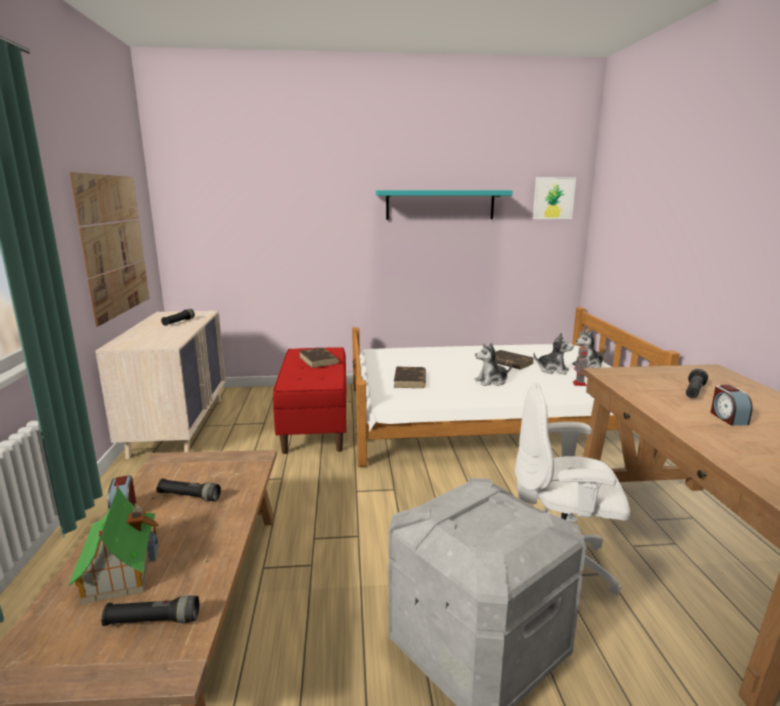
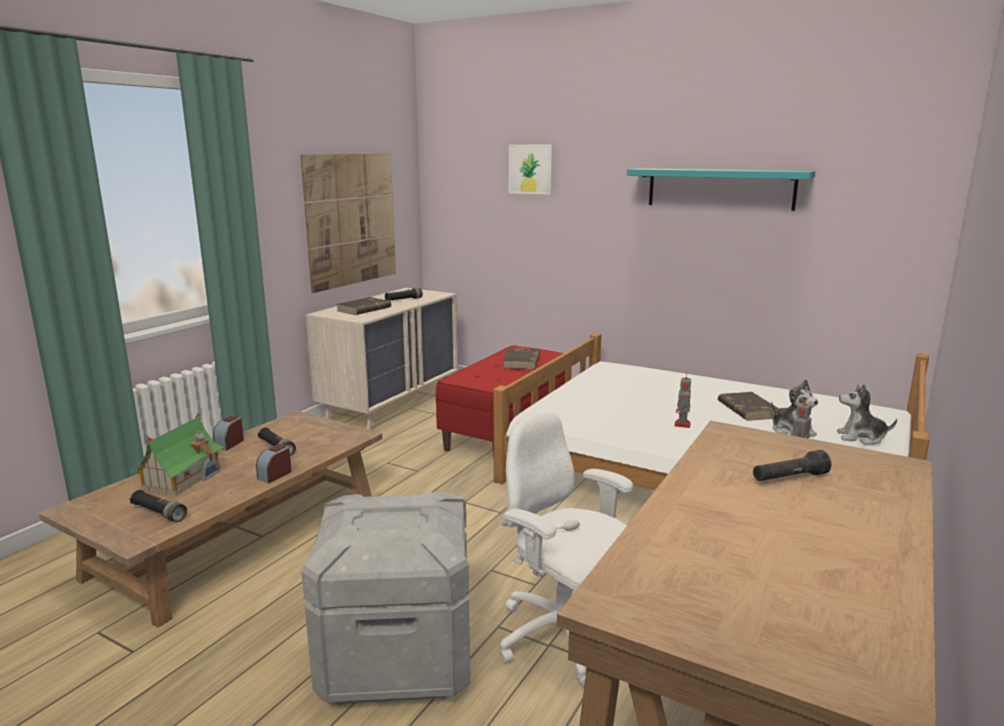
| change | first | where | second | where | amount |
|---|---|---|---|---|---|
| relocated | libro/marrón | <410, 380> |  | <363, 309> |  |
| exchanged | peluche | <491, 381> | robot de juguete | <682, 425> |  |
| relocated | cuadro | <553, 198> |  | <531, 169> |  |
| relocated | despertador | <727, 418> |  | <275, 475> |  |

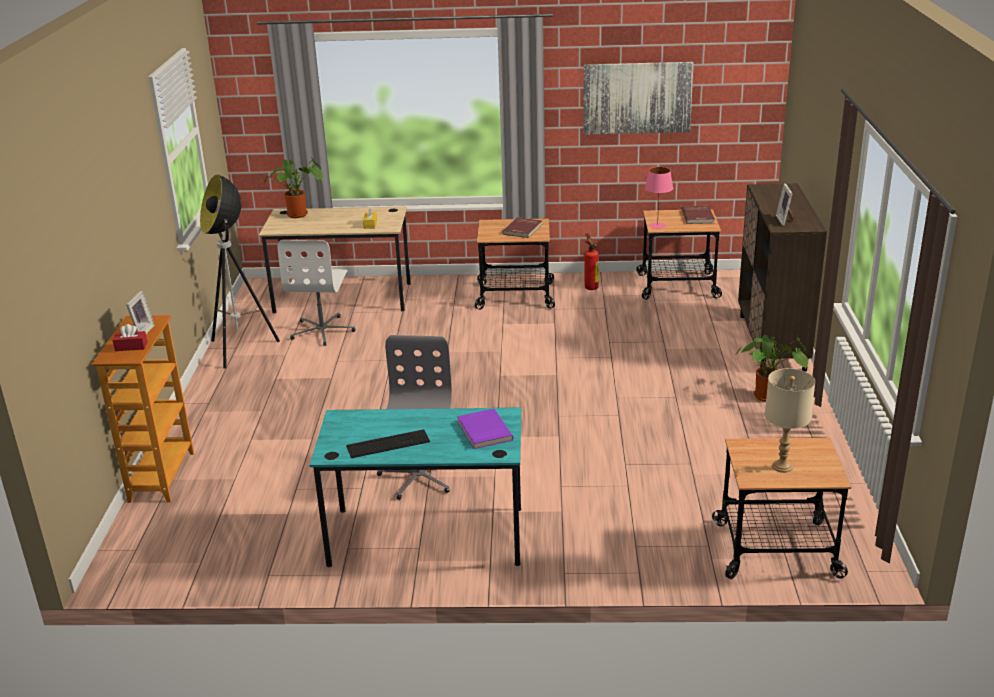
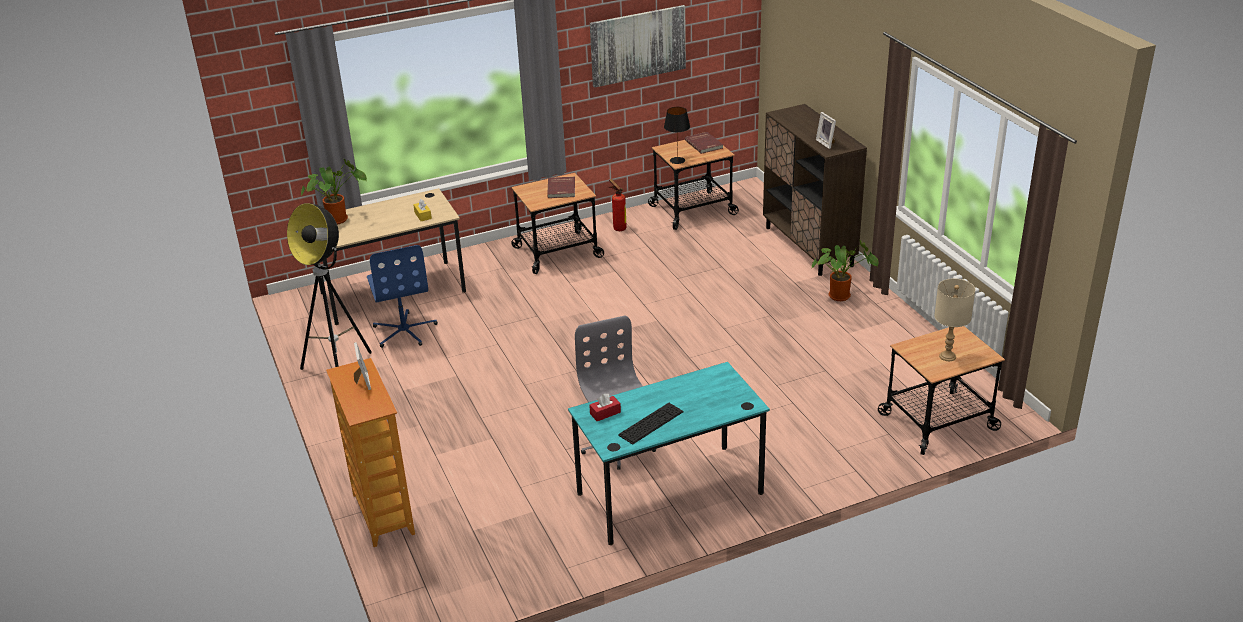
| change | first | where | second | where | amount |
|---|---|---|---|---|---|
| relocated | caja de pañuelos/rojo | <131, 346> |  | <605, 413> |  |
| colour | silla de oficina/blanco | <323, 331> | silla de oficina/azul | <404, 331> |  |
| missing | libro/morado | <483, 431> |  |  |  |
| colour | lámpara de mesa/rosa | <657, 225> | lámpara de mesa/negro | <677, 160> |  |

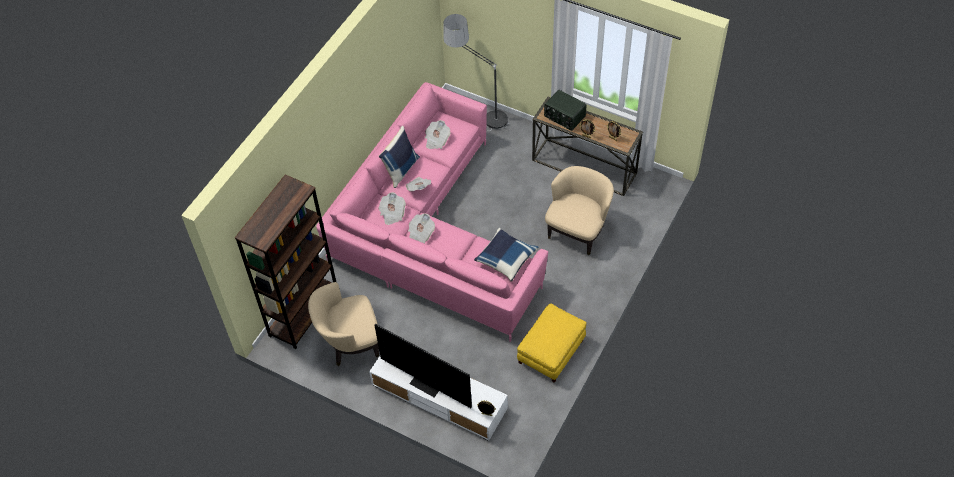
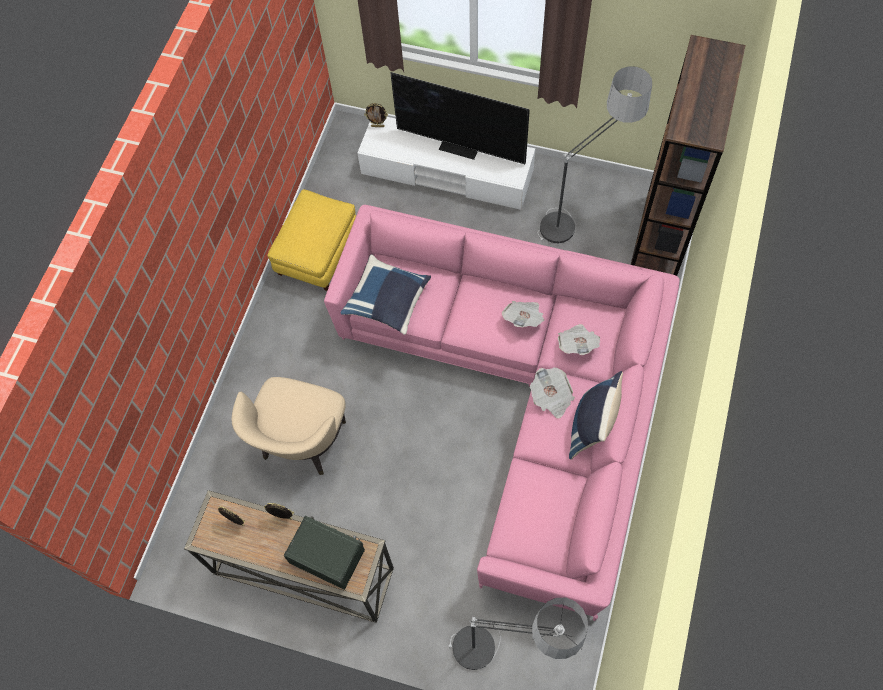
| change | first | where | second | where | amount |
|---|---|---|---|---|---|
| exchanged | sillón/beis | <350, 343> | lámpara de pie | <580, 215> |  |
| missing | periódico | <436, 140> |  |  |  |

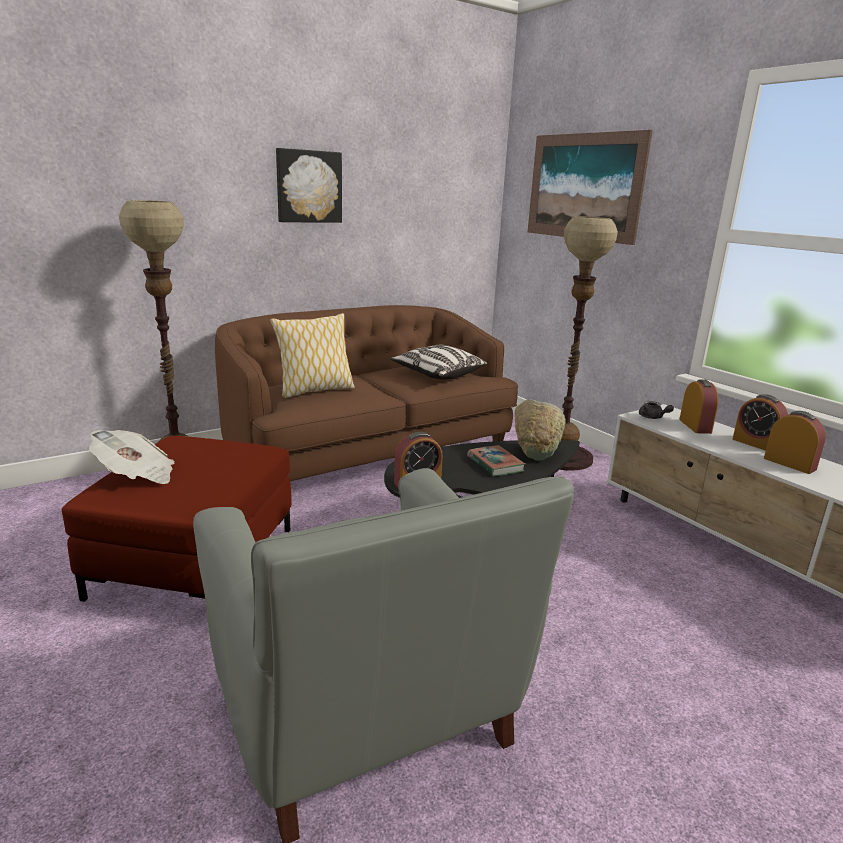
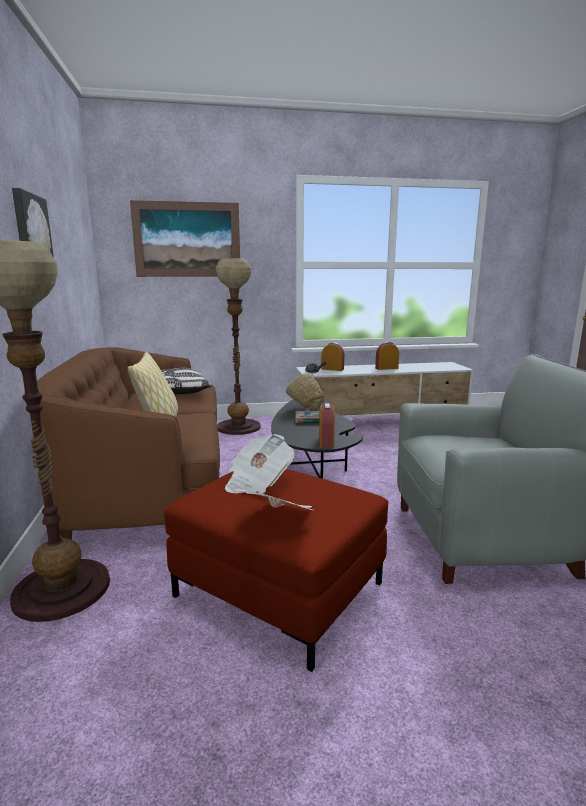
| change | first | where | second | where | amount |
|---|---|---|---|---|---|
| missing | despertador | <756, 444> |  |  |  |
| appeared |  |  | periódico | <257, 482> |  |

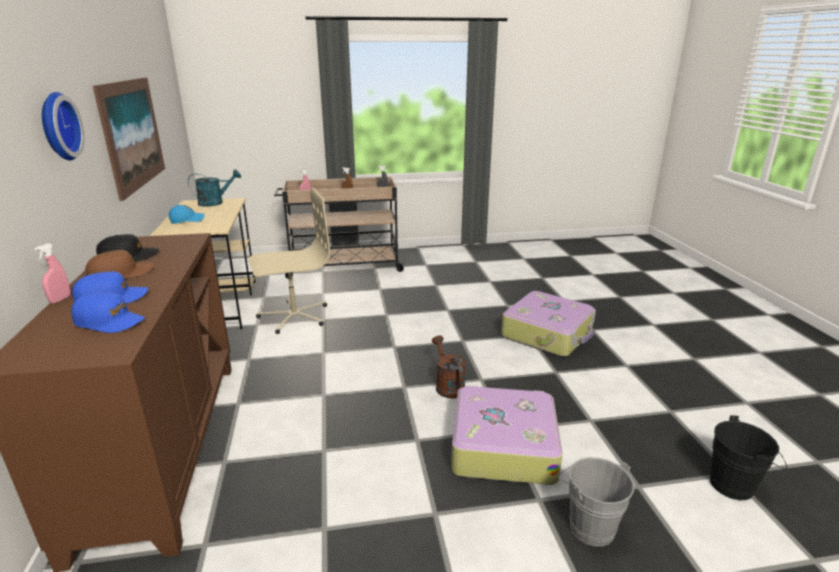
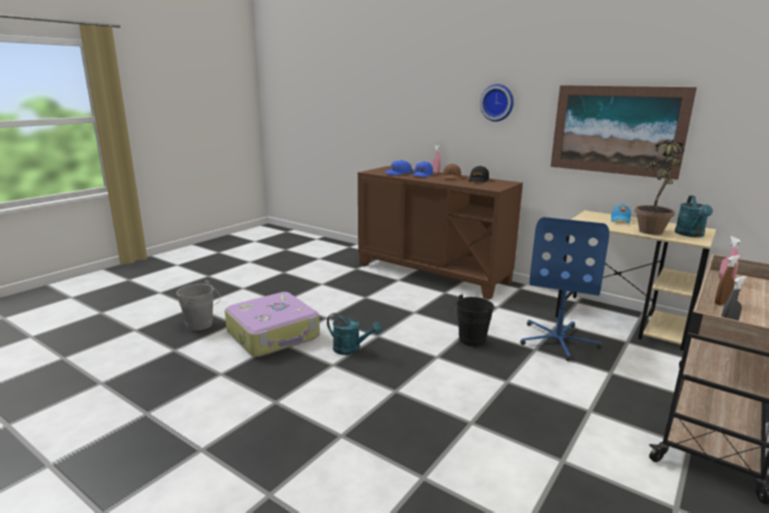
| change | first | where | second | where | amount |
|---|---|---|---|---|---|
| colour | silla de oficina/beis | <294, 316> | silla de oficina/azul | <558, 340> |  |
| colour | regadera/marrón | <447, 385> | regadera/turquesa | <351, 349> |  |
| missing | maleta | <548, 333> |  |  |  |
| relocated | cubo/negro | <736, 485> |  | <470, 341> |  |
| appeared |  |  | planta en maceta | <652, 230> |  |

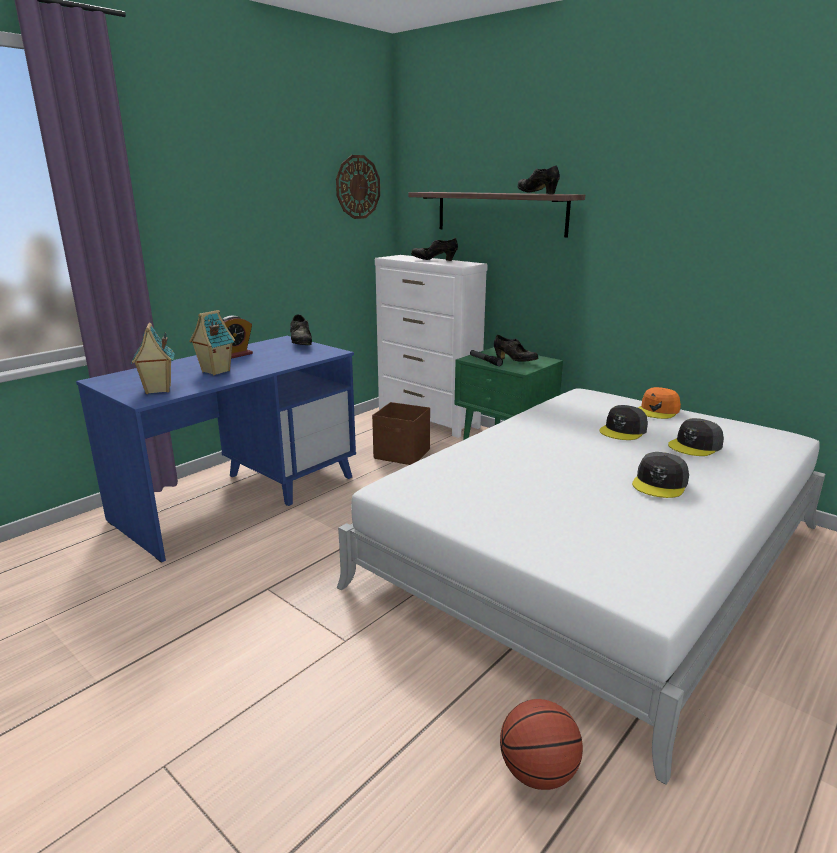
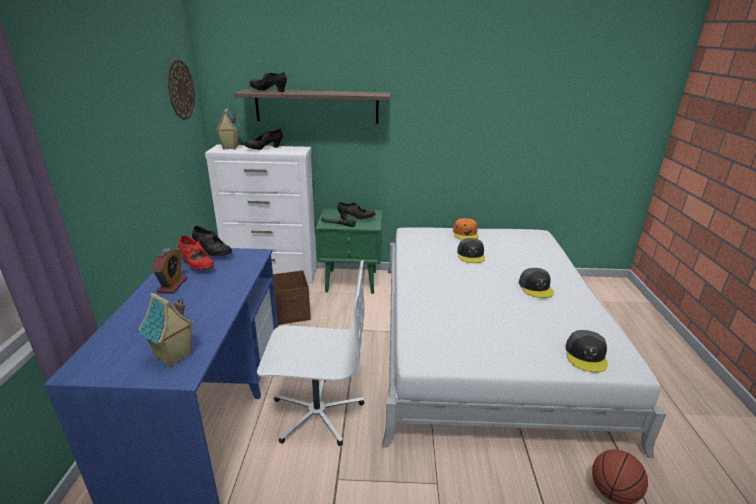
| change | first | where | second | where | amount |
|---|---|---|---|---|---|
| relocated | casita | <215, 371> |  | <230, 148> |  |
| relocated | zapato/negro | <537, 193> |  | <269, 91> |  |
| relocated | gorra/gris | <695, 445> |  | <586, 355> |  |
| appeared |  |  | zapato/rojo | <197, 266> |  |
| appeared |  |  | silla de oficina/blanco | <316, 412> |  |

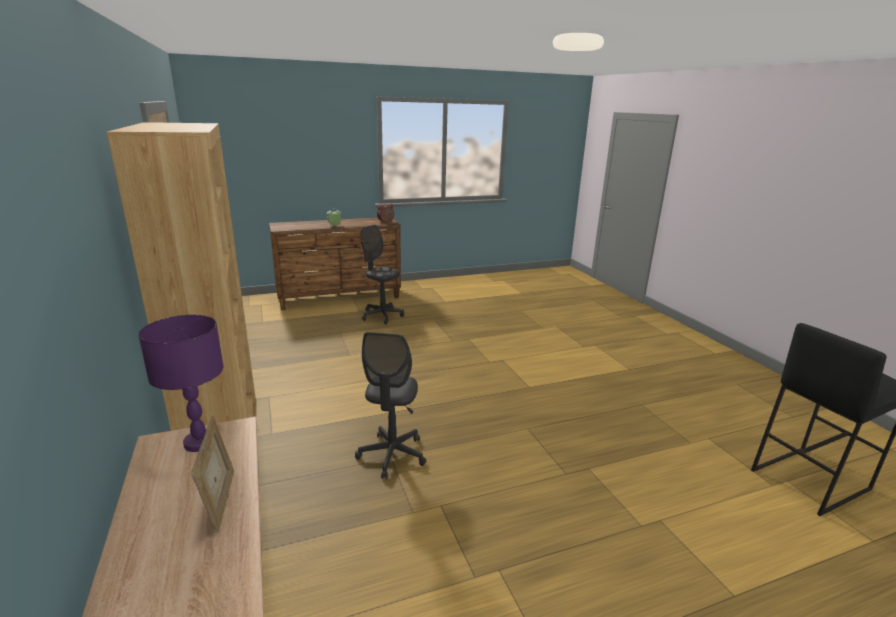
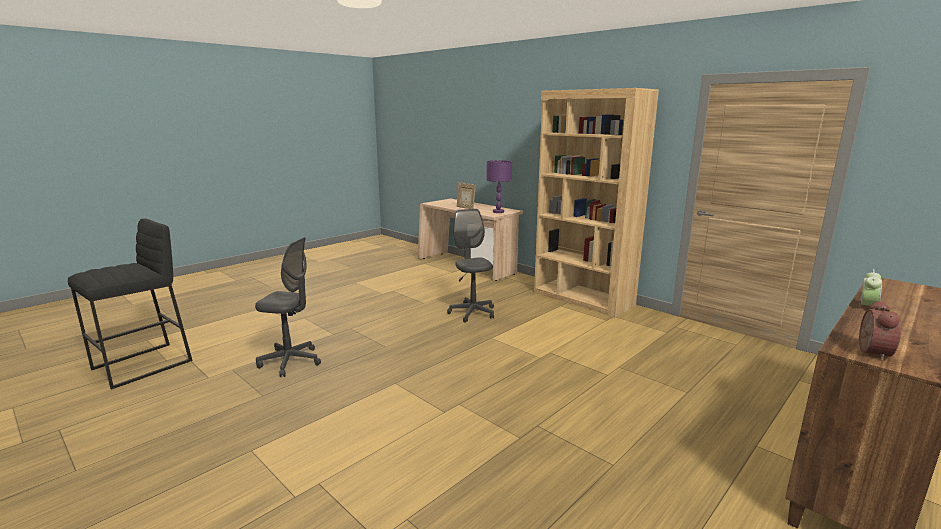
| change | first | where | second | where | amount |
|---|---|---|---|---|---|
| relocated | silla de oficina/gris | <382, 315> |  | <290, 362> |  |

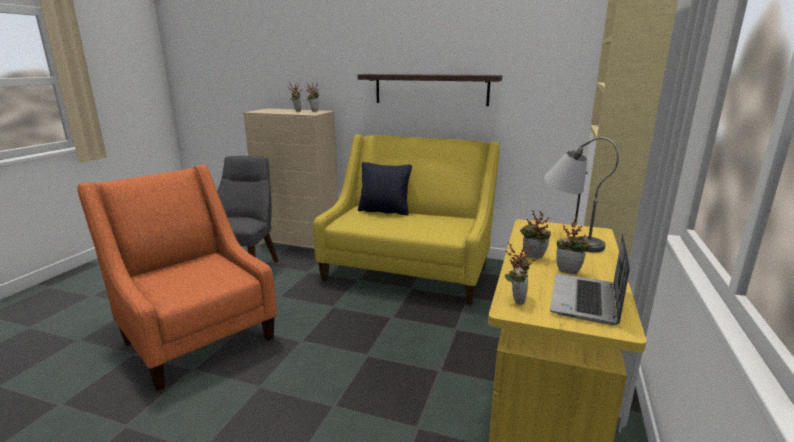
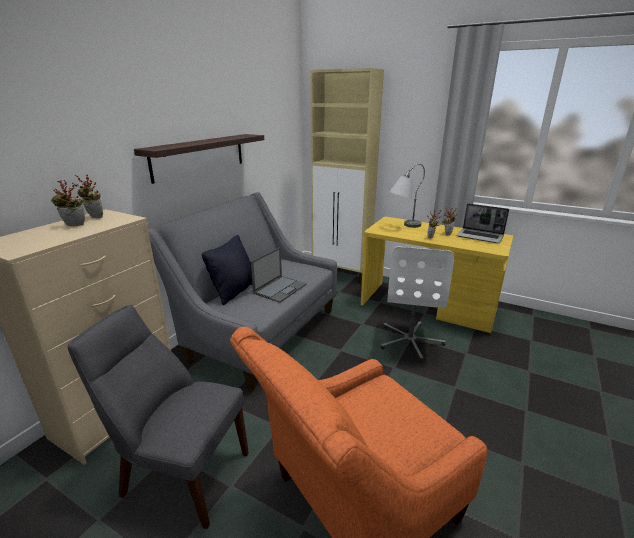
| change | first | where | second | where | amount |
|---|---|---|---|---|---|
| colour | sofá/amarillo | <408, 270> | sofá/gris | <258, 332> |  |
| missing | planta en maceta | <516, 299> |  |  |  |
| appeared |  |  | portátil | <280, 288> |  |
| appeared |  |  | silla de oficina/blanco | <410, 341> |  |

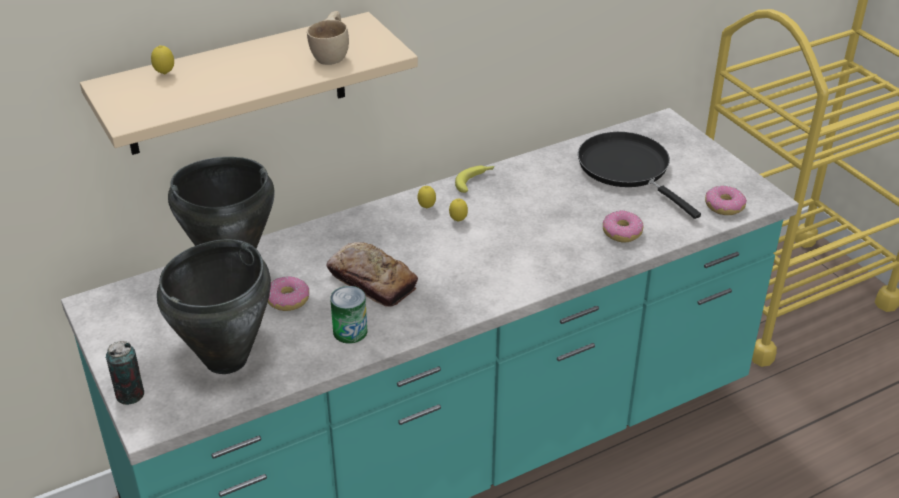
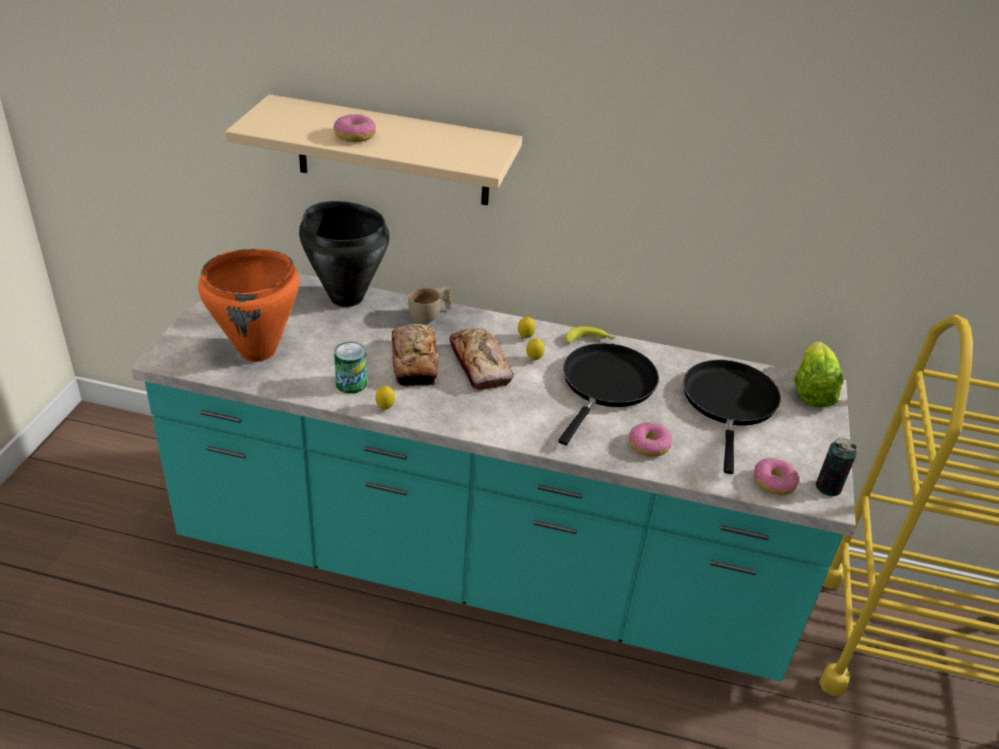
| change | first | where | second | where | amount |
|---|---|---|---|---|---|
| relocated | lata | <130, 395> |  | <828, 487> |  |
| relocated | limón | <165, 74> |  | <385, 408> |  |
| colour | olla/negro | <227, 359> | olla/naranja | <258, 351> |  |
| relocated | rosquilla | <288, 300> |  | <355, 136> |  |
| relocated | taza/beis | <333, 54> |  | <430, 315> |  |
| appeared |  |  | pan | <480, 366> |  |
| appeared |  |  | sartén/negro | <606, 385> |  |
| appeared |  |  | lechuga | <812, 390> |  |

